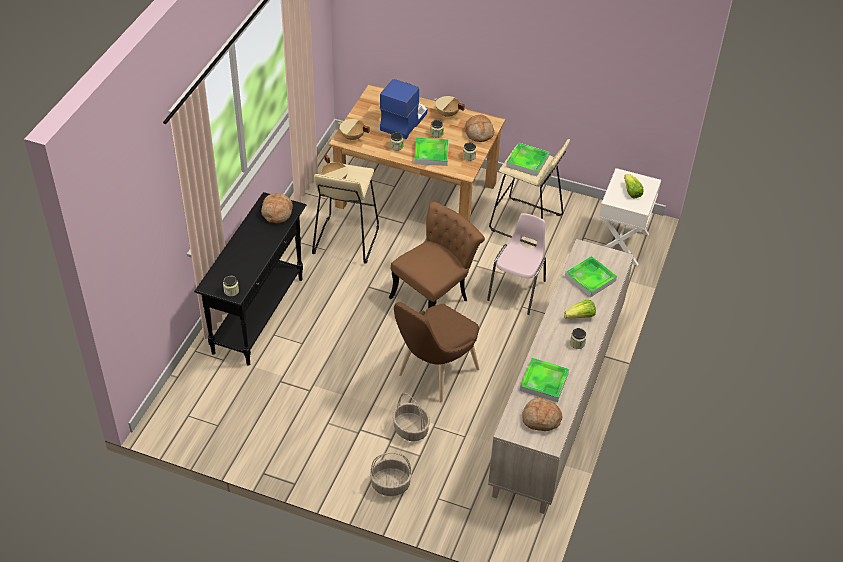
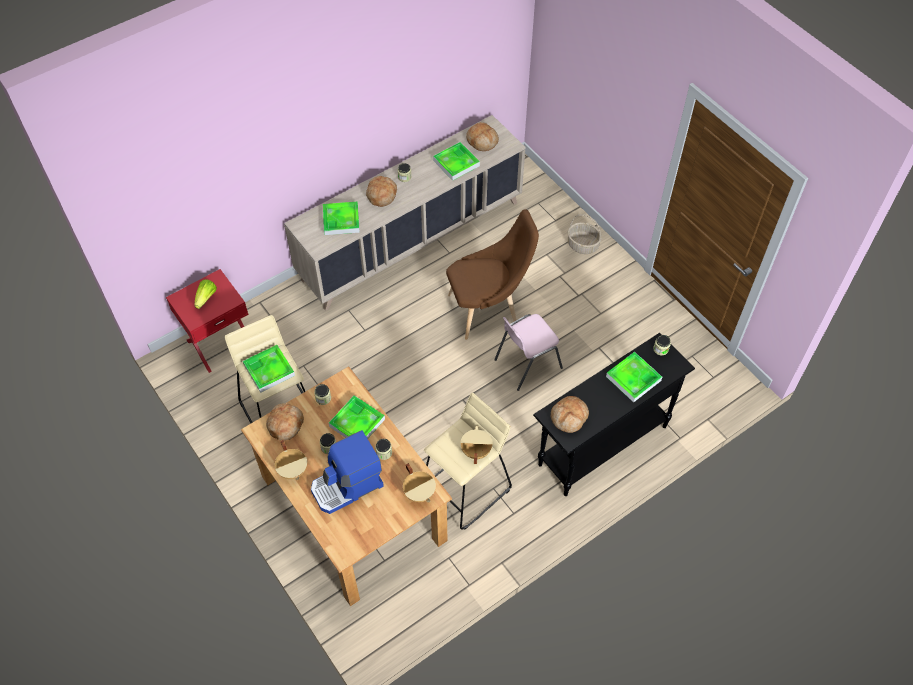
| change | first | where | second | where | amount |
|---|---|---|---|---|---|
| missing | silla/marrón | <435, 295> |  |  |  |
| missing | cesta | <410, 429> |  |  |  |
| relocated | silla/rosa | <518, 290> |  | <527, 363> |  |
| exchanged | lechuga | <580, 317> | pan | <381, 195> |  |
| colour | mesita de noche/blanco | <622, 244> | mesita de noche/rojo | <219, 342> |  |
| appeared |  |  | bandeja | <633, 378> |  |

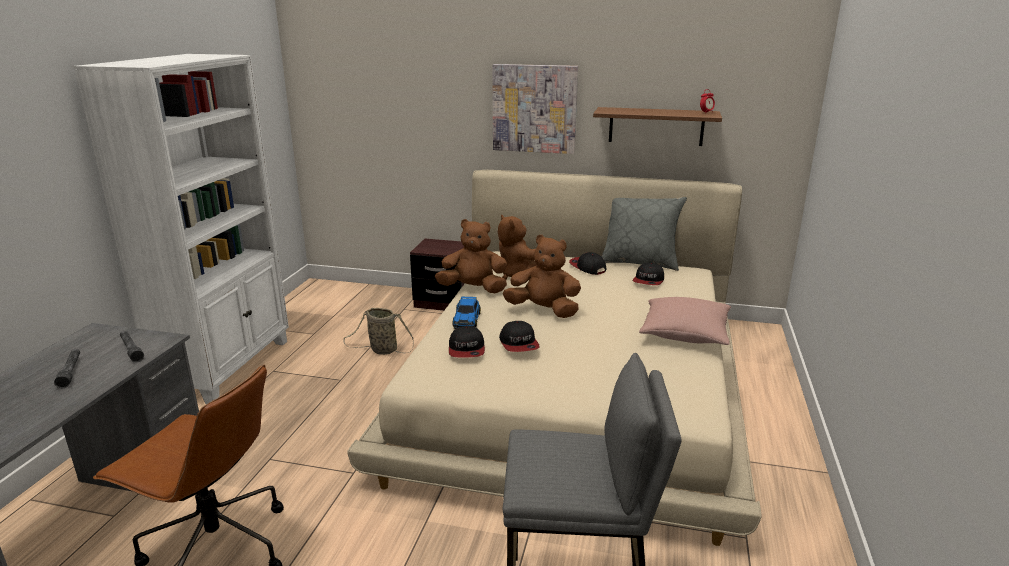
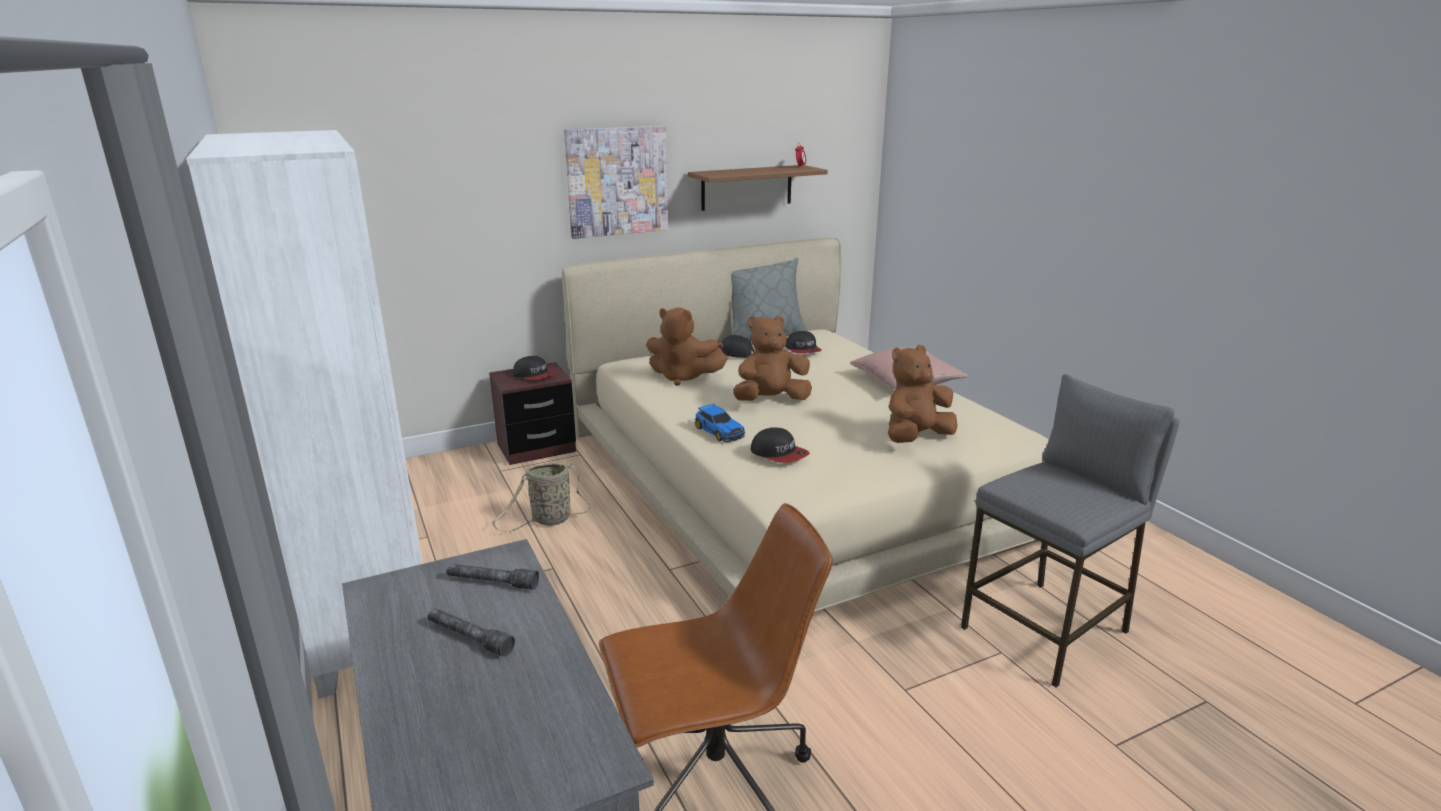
| change | first | where | second | where | amount |
|---|---|---|---|---|---|
| relocated | peluche/marrón | <473, 289> |  | <916, 438> |  |
| relocated | gorra | <519, 344> |  | <535, 375> |  |

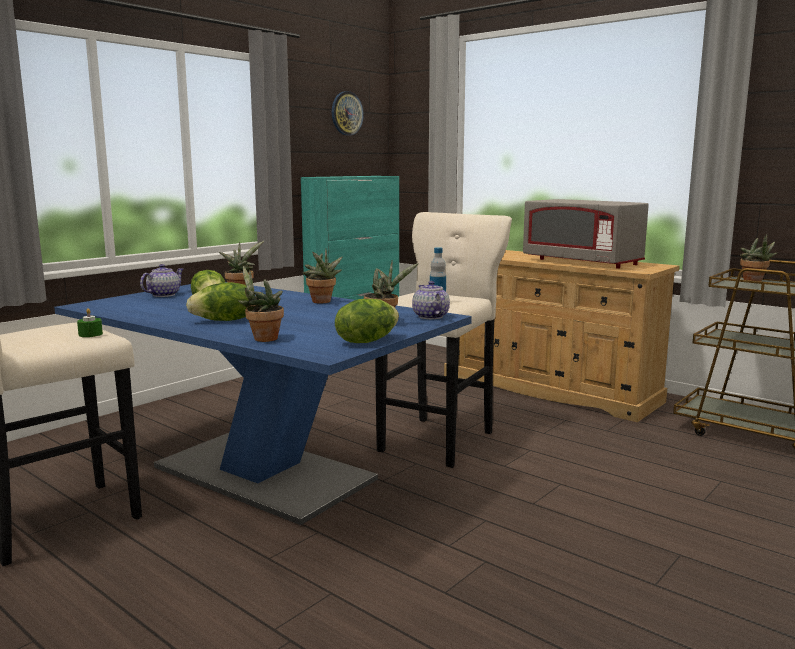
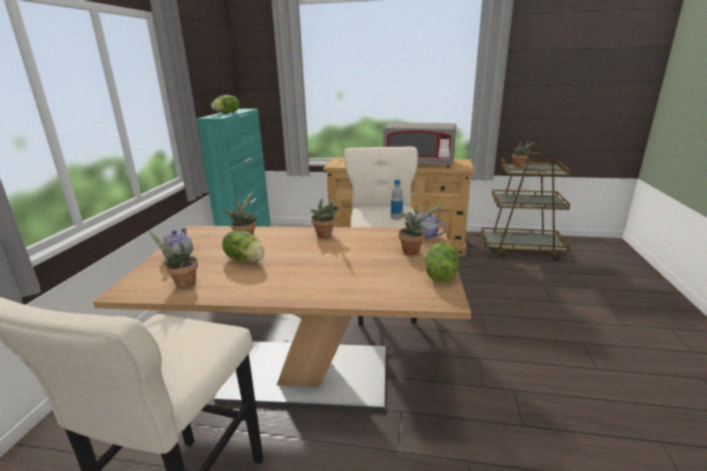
| change | first | where | second | where | amount |
|---|---|---|---|---|---|
| colour | mesa de comedor/azul | <263, 473> | mesa de comedor/marrón | <306, 374> |  |
| missing | vela/verde | <90, 334> |  |  |  |
| relocated | lechuga | <224, 321> |  | <227, 113> |  |
| relocated | planta en maceta | <262, 338> |  | <182, 284> |  |
| missing | reloj de pared | <346, 113> |  |  |  |

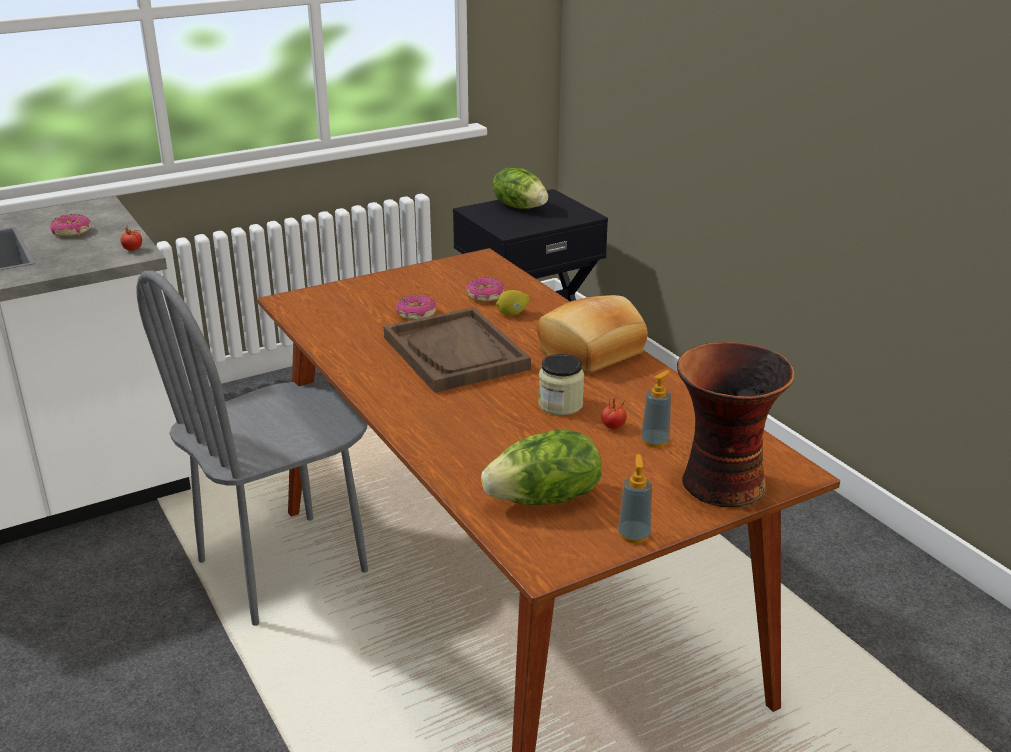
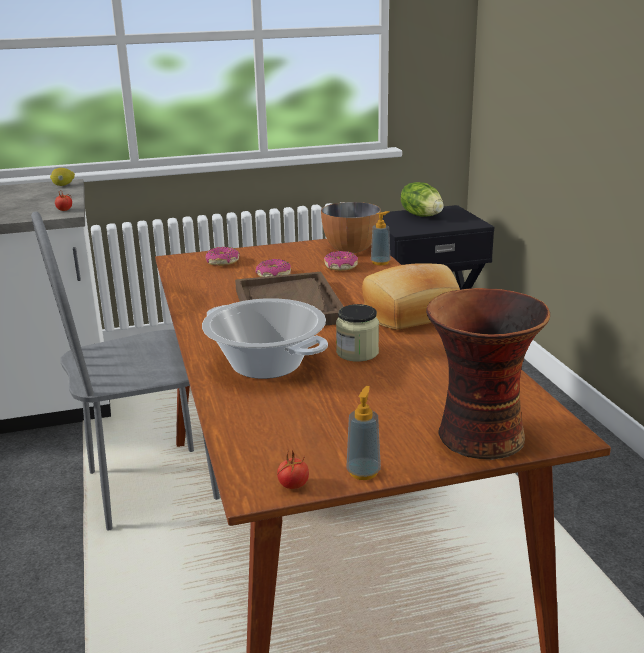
| change | first | where | second | where | amount |
|---|---|---|---|---|---|
| relocated | rosquilla | <72, 232> |  | <223, 262> |  |
| missing | lechuga | <545, 499> |  |  |  |
| relocated | limón | <512, 314> |  | <63, 185> |  |
| relocated | tomate | <613, 427> |  | <293, 486> |  |
| relocated | dispensador de jabón | <655, 441> |  | <380, 262> |  |
| appeared |  |  | olla | <266, 365> |  |
| appeared |  |  | cuenco | <350, 249> |  |

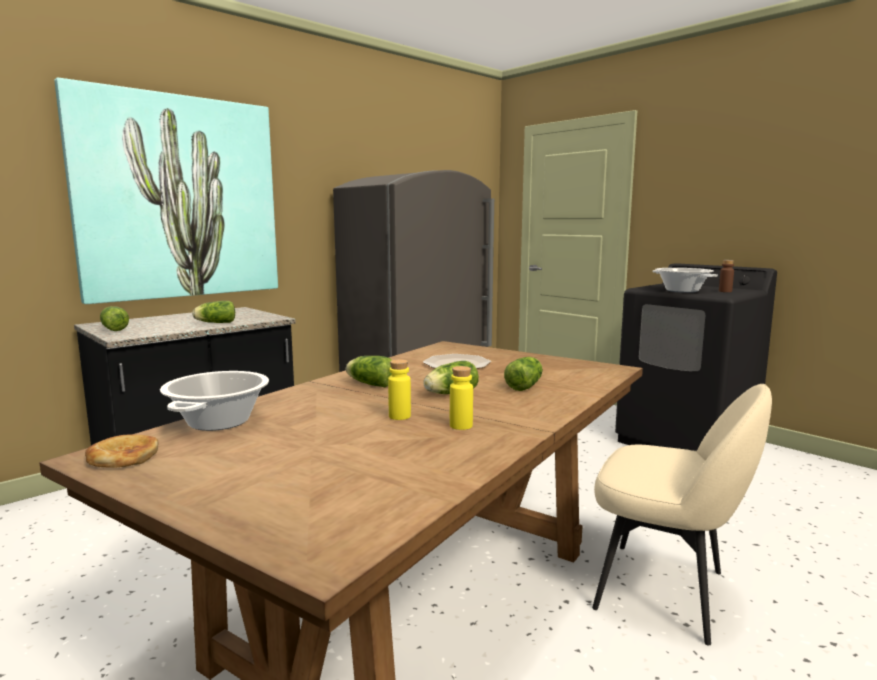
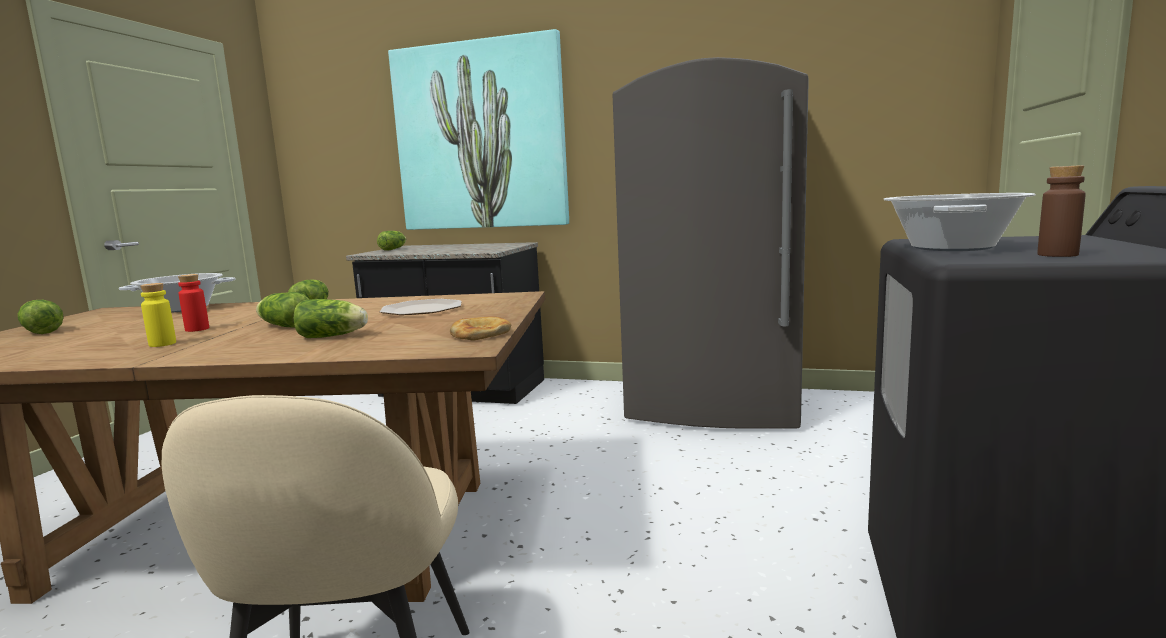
| change | first | where | second | where | amount |
|---|---|---|---|---|---|
| relocated | pan | <123, 456> |  | <480, 333> |  |
| relocated | lechuga | <214, 323> |  | <42, 331> |  |
| colour | botella/amarillo | <399, 416> | botella/rojo | <197, 329> |  |

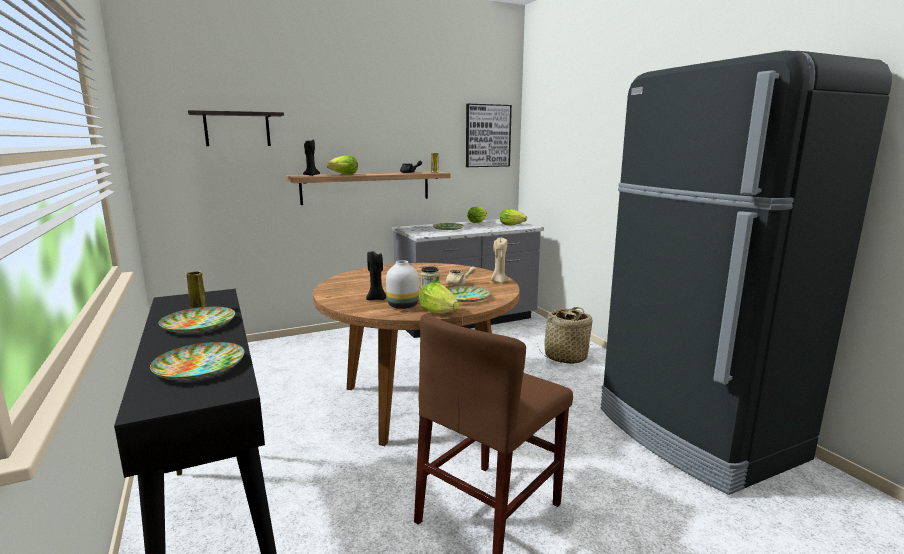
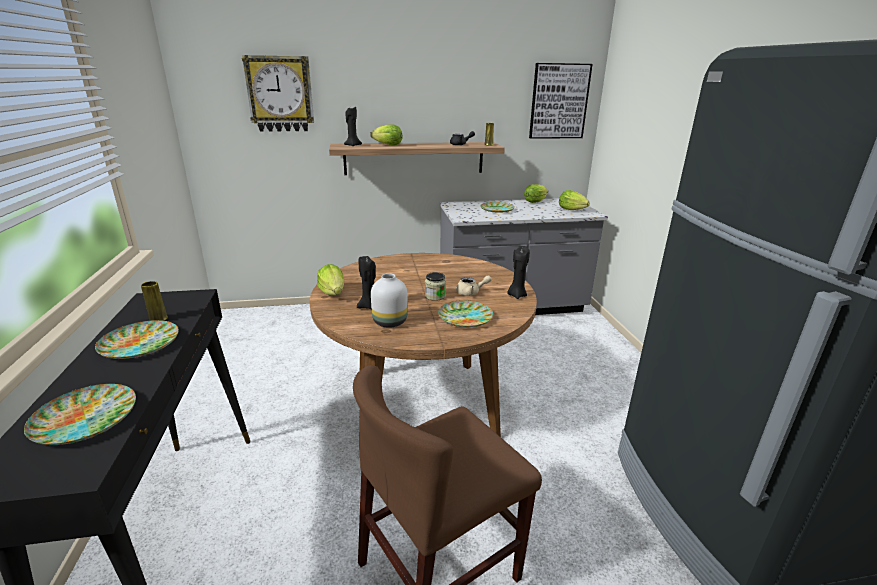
| change | first | where | second | where | amount |
|---|---|---|---|---|---|
| exchanged | estante | <237, 129> | reloj de pared | <280, 94> |  |
| relocated | lechuga | <439, 312> |  | <333, 293> |  |
| colour | vela/beis | <498, 281> | vela/negro | <516, 295> |  |
| missing | cesta | <565, 357> |  |  |  |

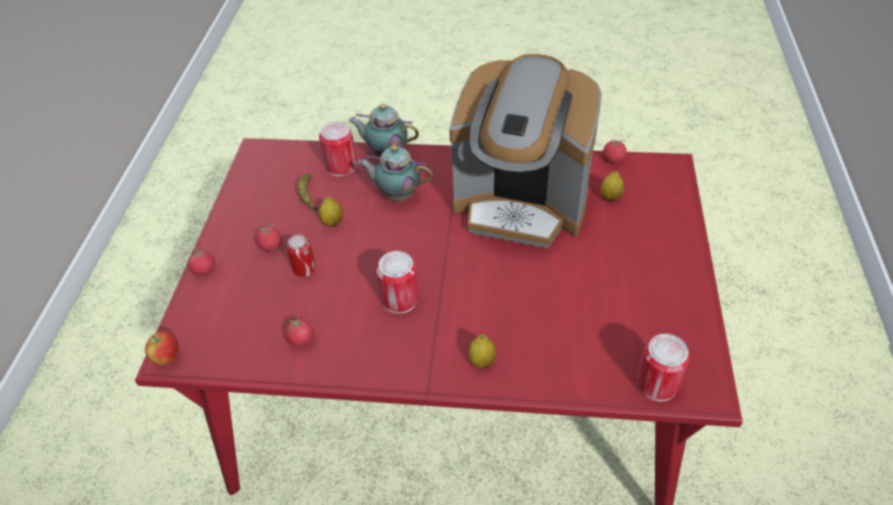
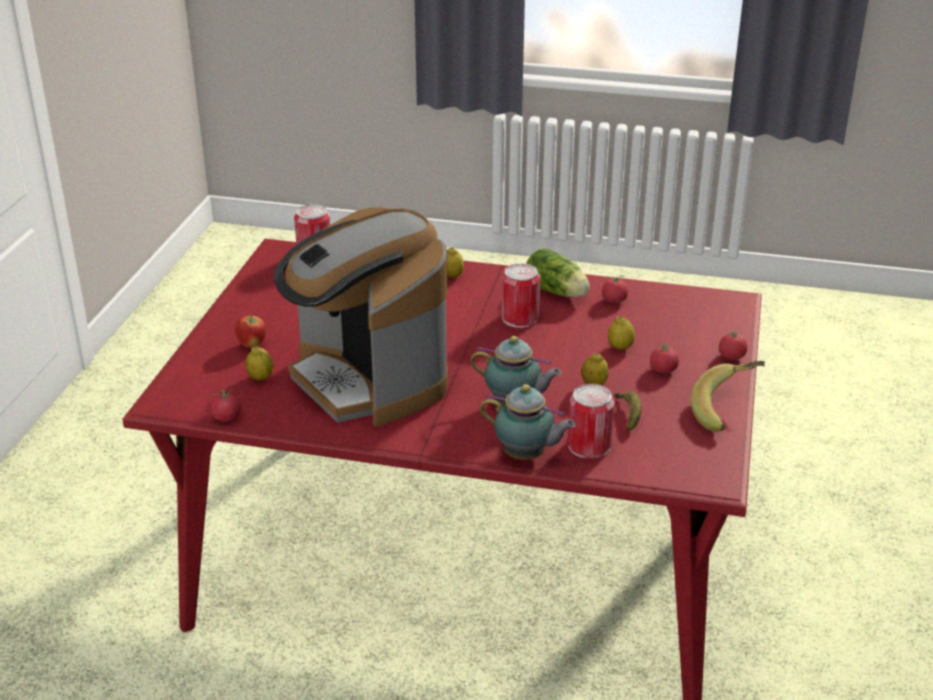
| change | first | where | second | where | amount |
|---|---|---|---|---|---|
| relocated | manzana | <167, 358> |  | <252, 345> |  |
| exchanged | lata | <304, 269> | limón | <620, 347> |  |
| spun | cafetera | <521, 205> |  | <368, 380> | 150 degrees counterclockwise |
| appeared |  |  | lechuga | <558, 292> |  |
| appeared |  |  | plátano | <728, 411> |  |

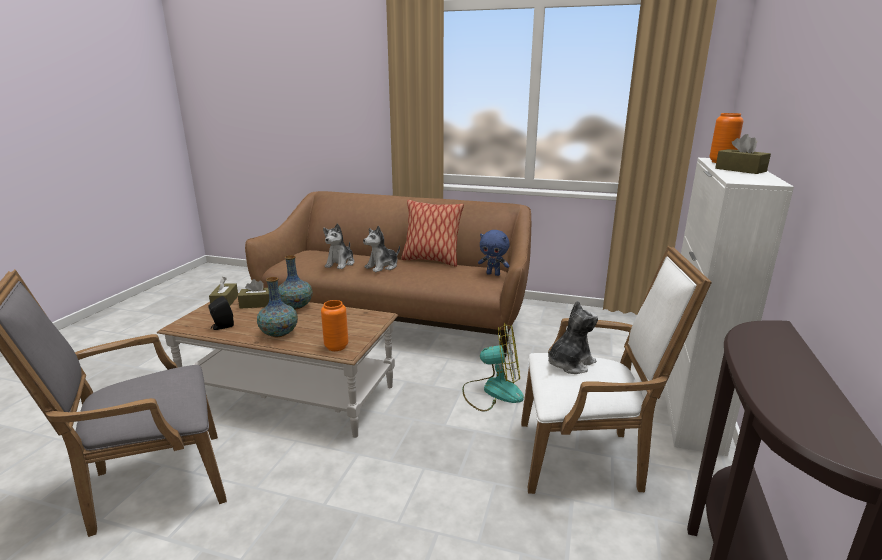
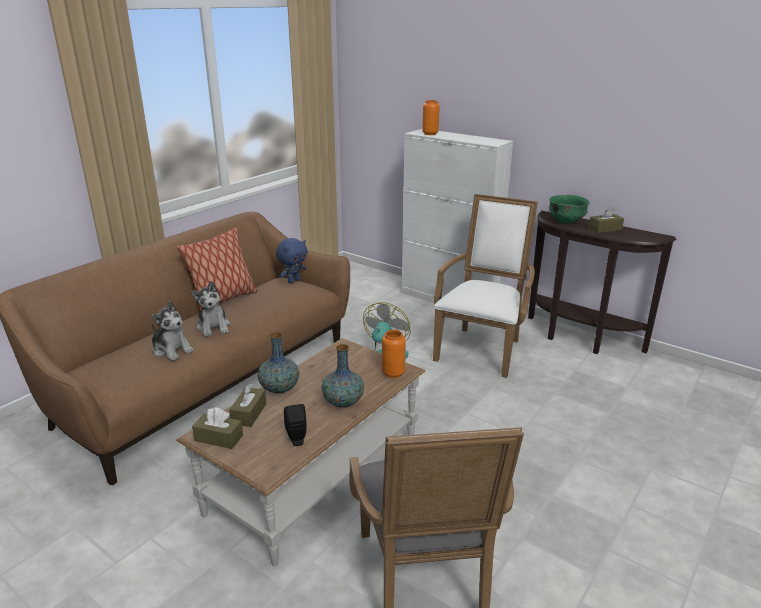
| change | first | where | second | where | amount |
|---|---|---|---|---|---|
| missing | peluche | <569, 363> |  |  |  |
| relocated | caja de pañuelos/marrón | <740, 170> |  | <605, 229> |  |
| appeared |  |  | cuenco/verde | <566, 221> |  |

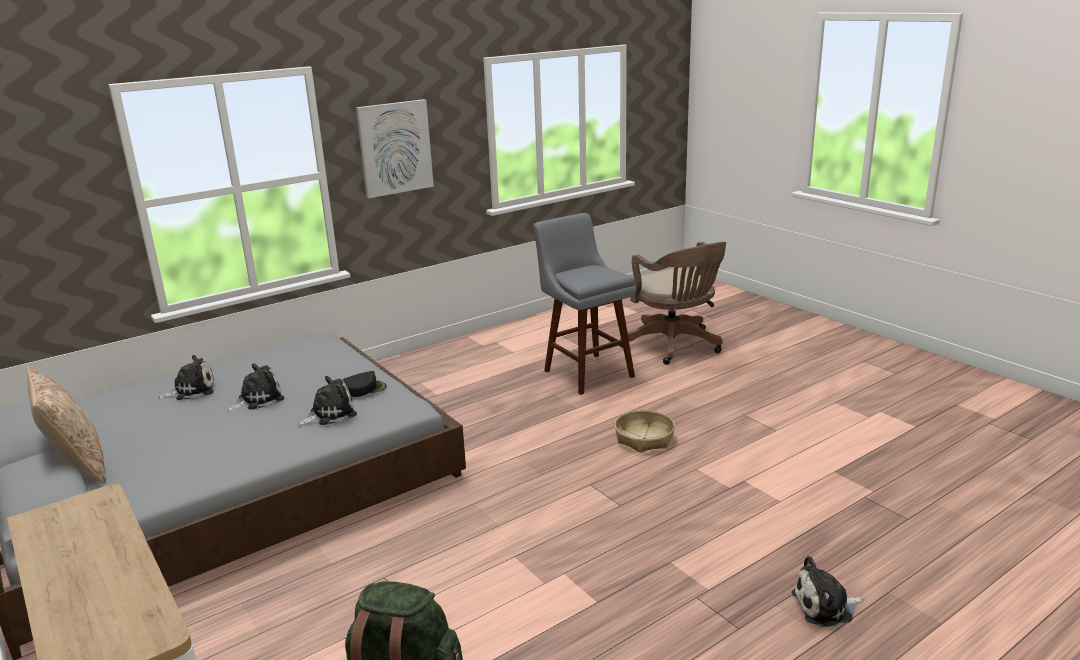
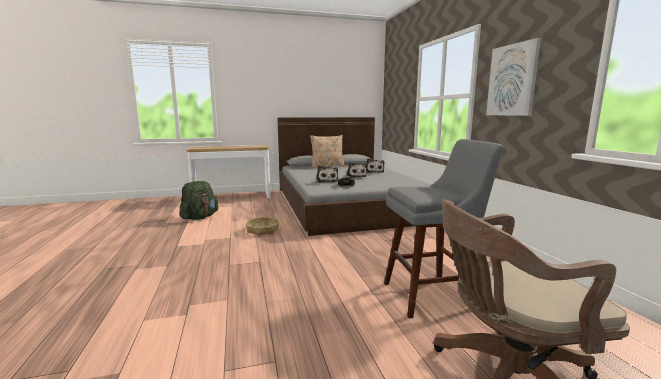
| change | first | where | second | where | amount |
|---|---|---|---|---|---|
| relocated | cesta | <644, 438> |  | <262, 230> |  |
| missing | peluche | <825, 607> |  |  |  |

